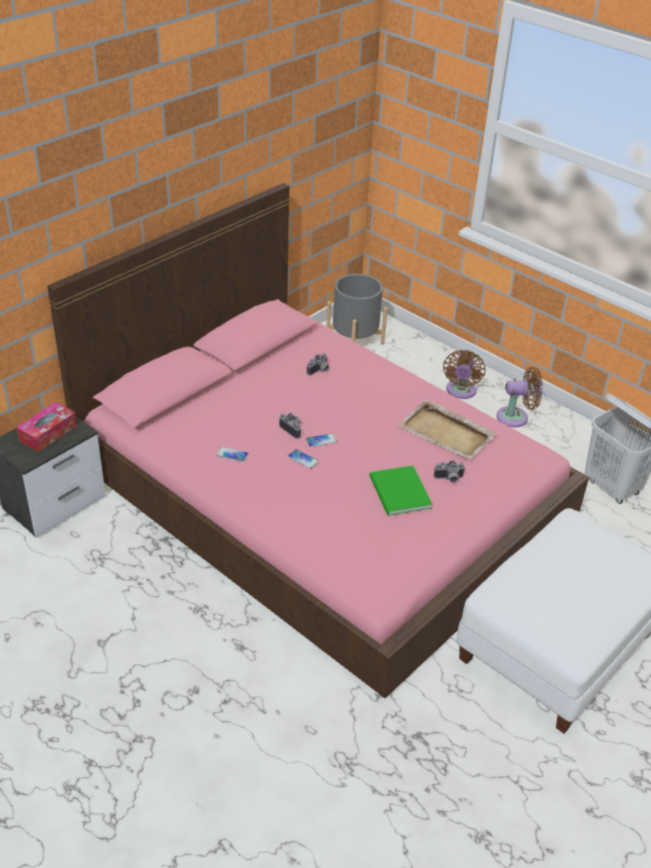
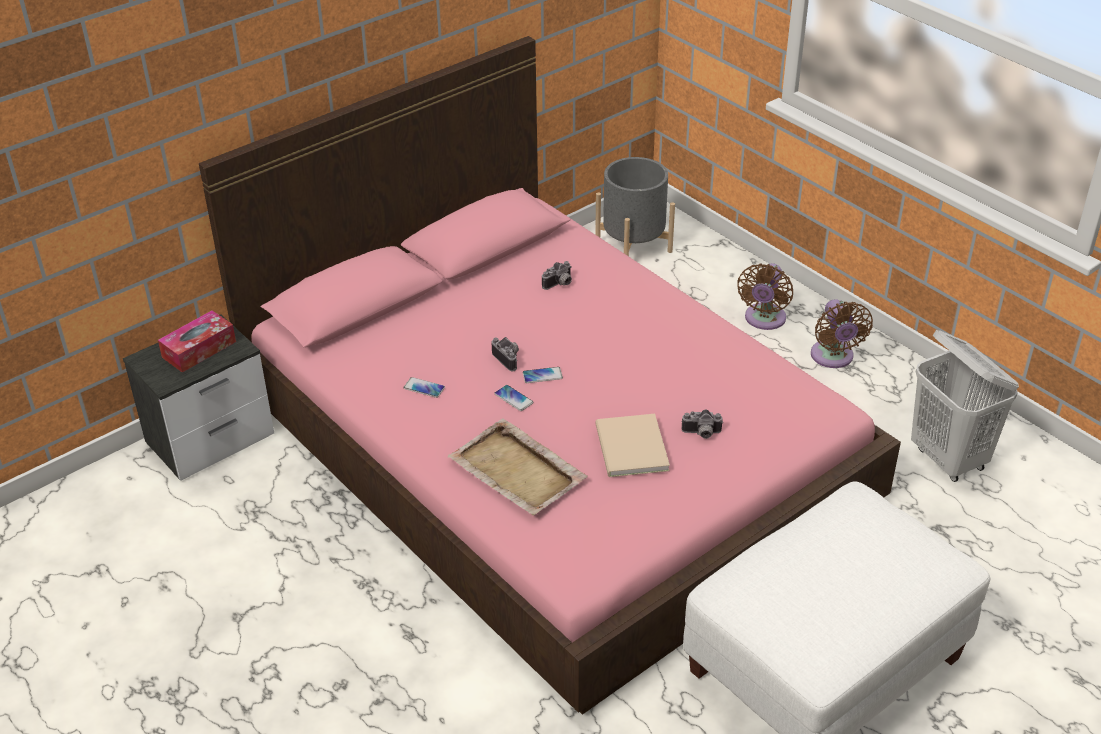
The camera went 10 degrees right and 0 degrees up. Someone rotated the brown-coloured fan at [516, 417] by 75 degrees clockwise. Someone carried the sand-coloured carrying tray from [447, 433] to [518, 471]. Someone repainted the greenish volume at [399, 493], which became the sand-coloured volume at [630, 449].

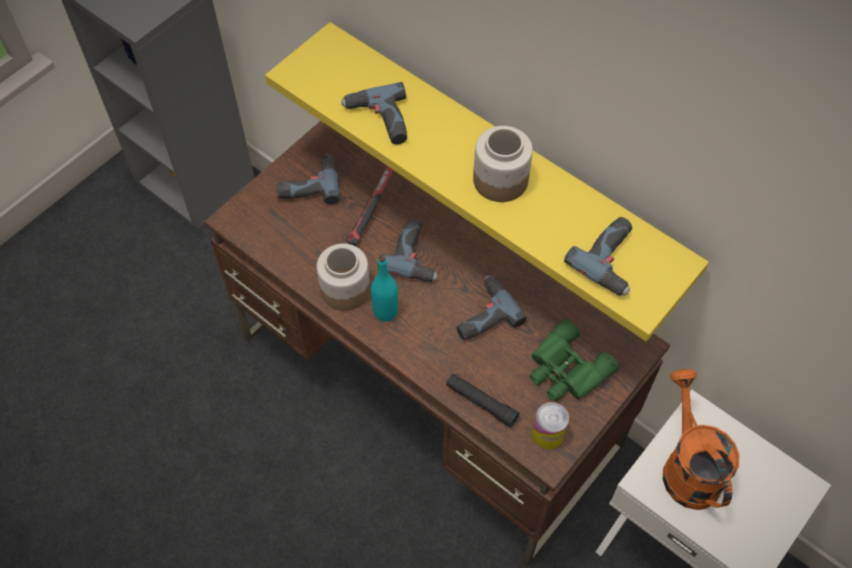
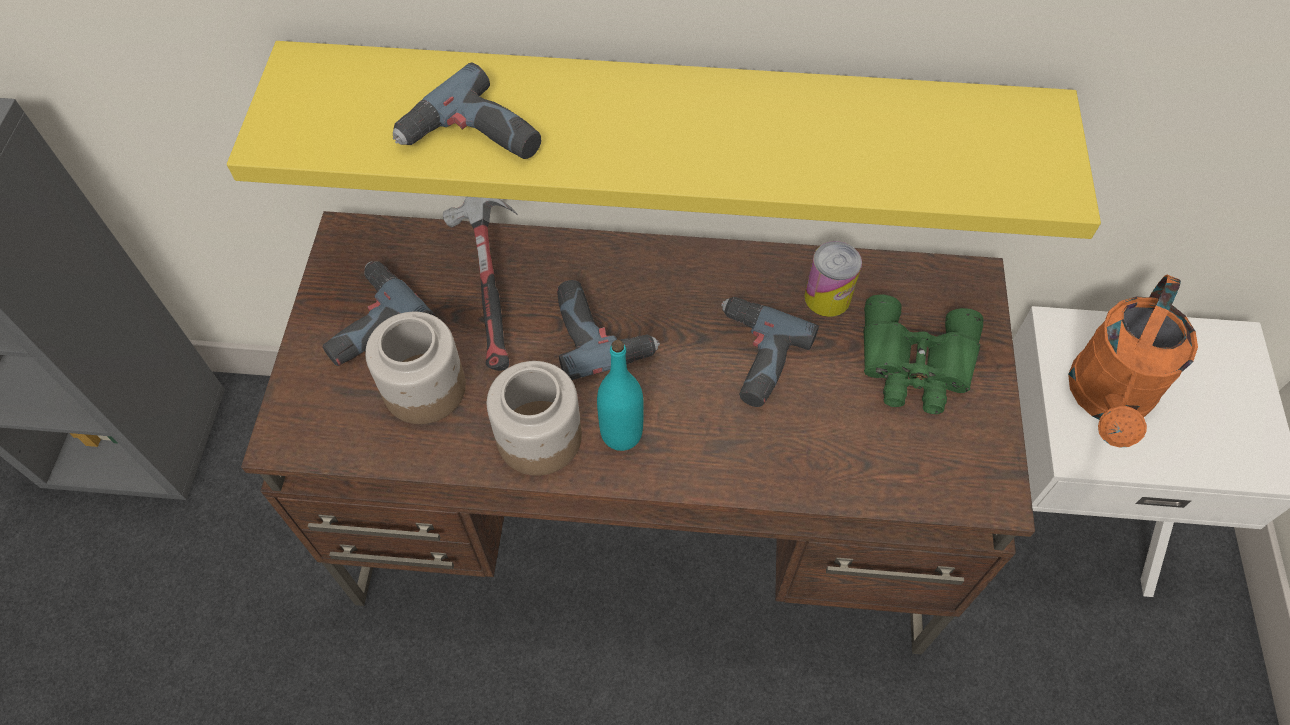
The camera went 35 degrees left and 0 degrees up. Someone carried the storage jar from [499, 180] to [424, 389]. Someone took away the electric drill at [613, 260]. Someone rotated the orangey watering pot at [687, 466] by 105 degrees counterclockwise. Someone took away the blackish hand torch at [481, 403]. Someone carried the metal can from [548, 434] to [827, 297].

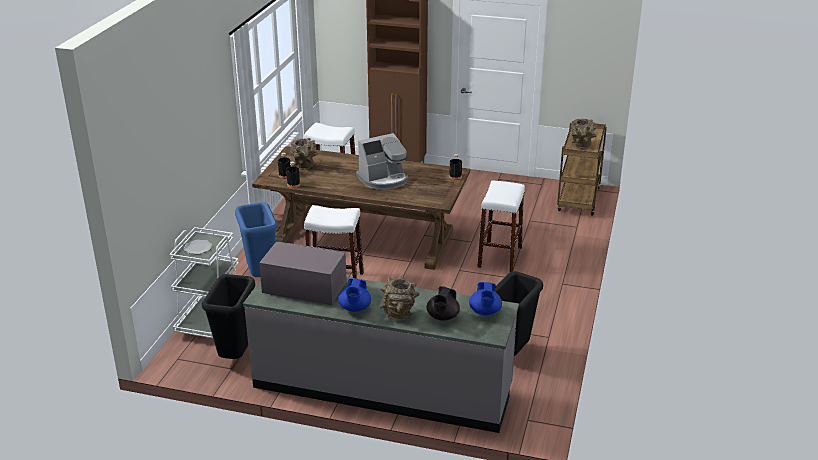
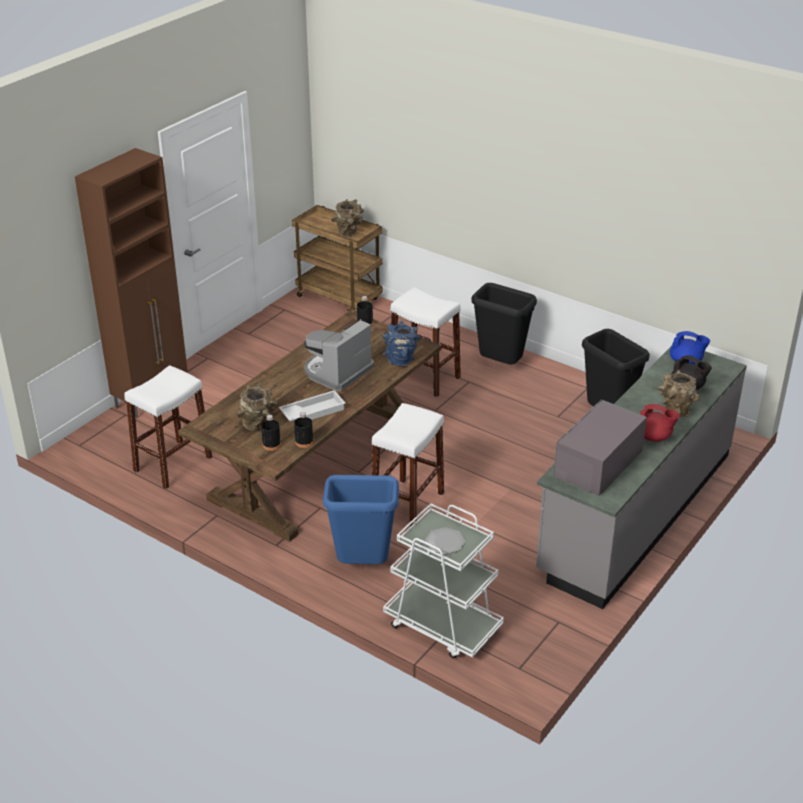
The camera went 70 degrees left and 5 degrees up. Someone rotated the coffee maker at [384, 179] by 135 degrees counterclockwise. Someone carried the blackish rubbish bin from [236, 357] to [501, 365]. Someone repainted the bluish tea pot at [355, 308], which became the reddish tea pot at [654, 437]. Someone put down the bluish vase at [401, 360]. Someone put down the whitish carrying tray at [312, 411].

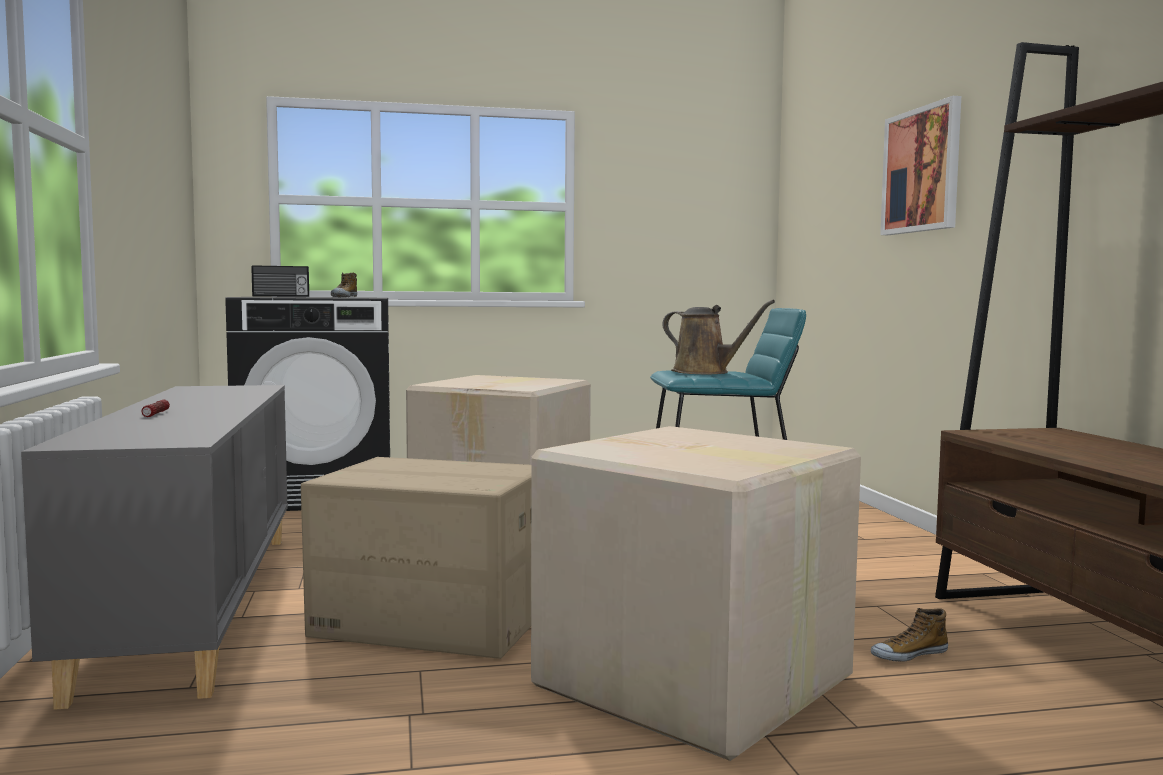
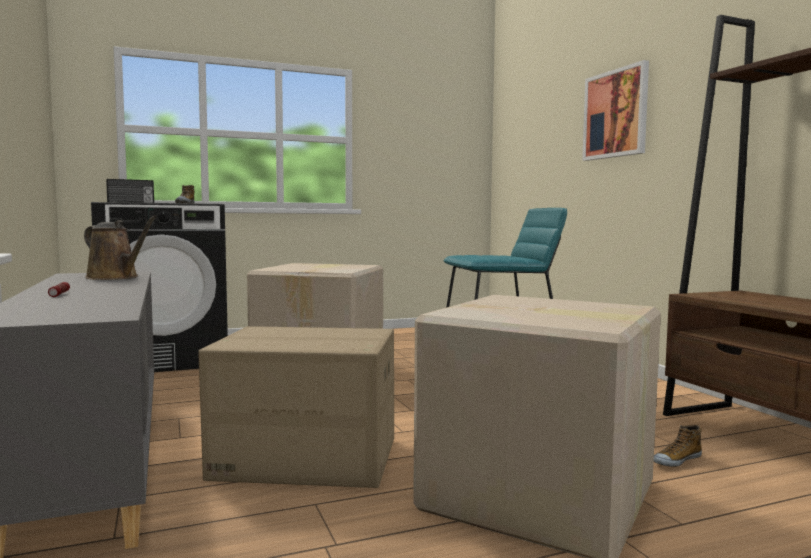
The camera went 10 degrees left and 0 degrees up. Someone carried the brown-coloured watering pot from [705, 372] to [115, 277].

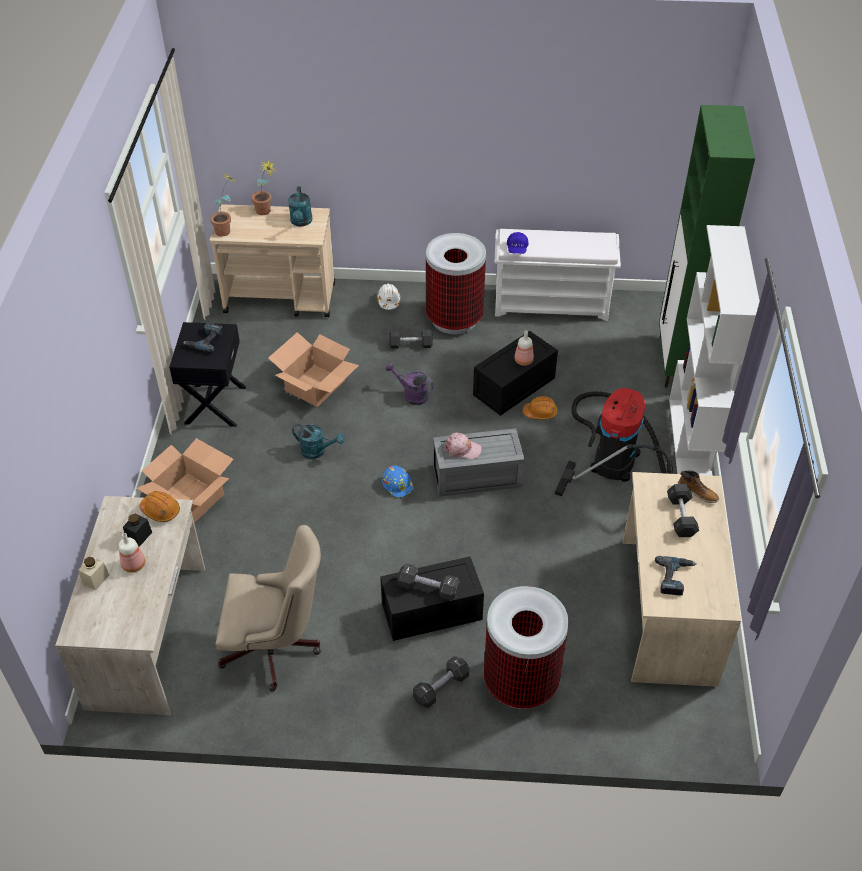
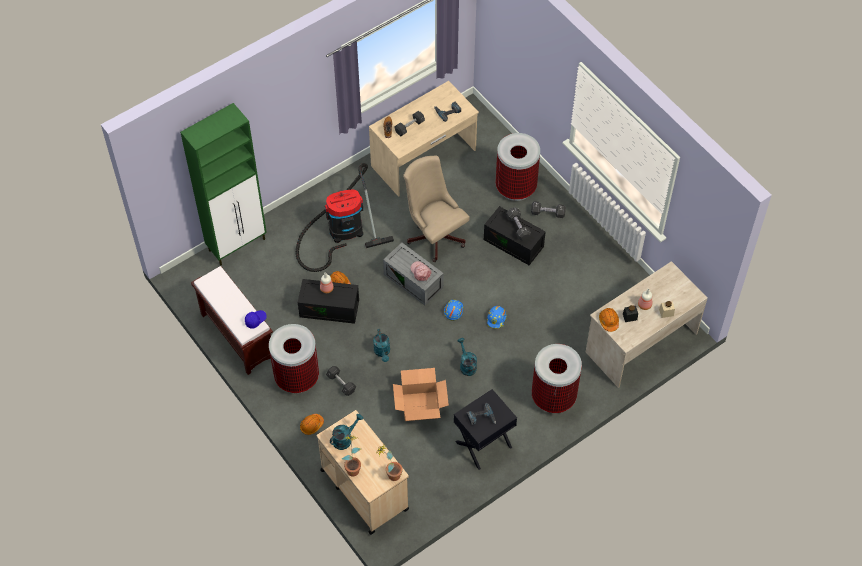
The camera went 130 degrees left and 10 degrees up. Someone took away the whitish bookshelf at [691, 443]. Someone repainted the whitish long seat at [552, 304], which became the brown-coloured long seat at [236, 335]. Someone repainted the whitish work helmet at [388, 301], which became the orangey work helmet at [311, 425]. Someone repainted the purple-coloured watering pot at [411, 395], which became the blue-green watering pot at [382, 352]. Someone swapped the packing box at [191, 497] for the rubbish bin at [553, 397]. Someone carried the sand-coloured office chair from [276, 648] to [434, 234]. Someone put down the bluish work helmet at [496, 319].

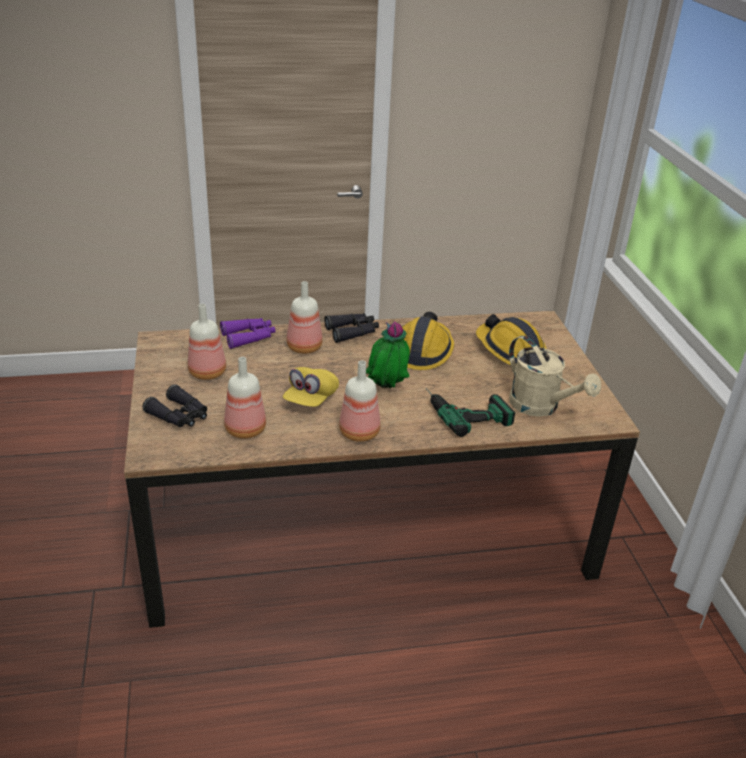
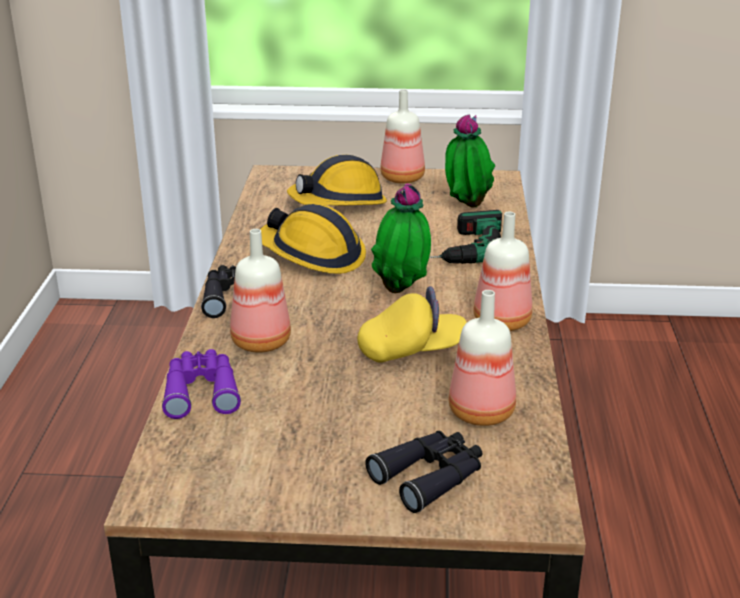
The camera went 75 degrees left and 5 degrees down. Someone carried the drink bottle from [209, 373] to [402, 178]. Someone swapped the sand-coloured watering pot at [541, 407] for the plant in a pot at [466, 207]. Someone rotated the yellow-coloured peaked cap at [311, 399] by 45 degrees counterclockwise.

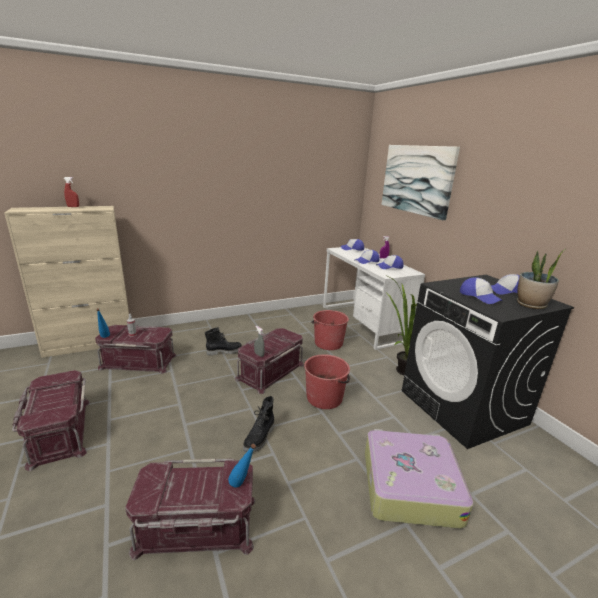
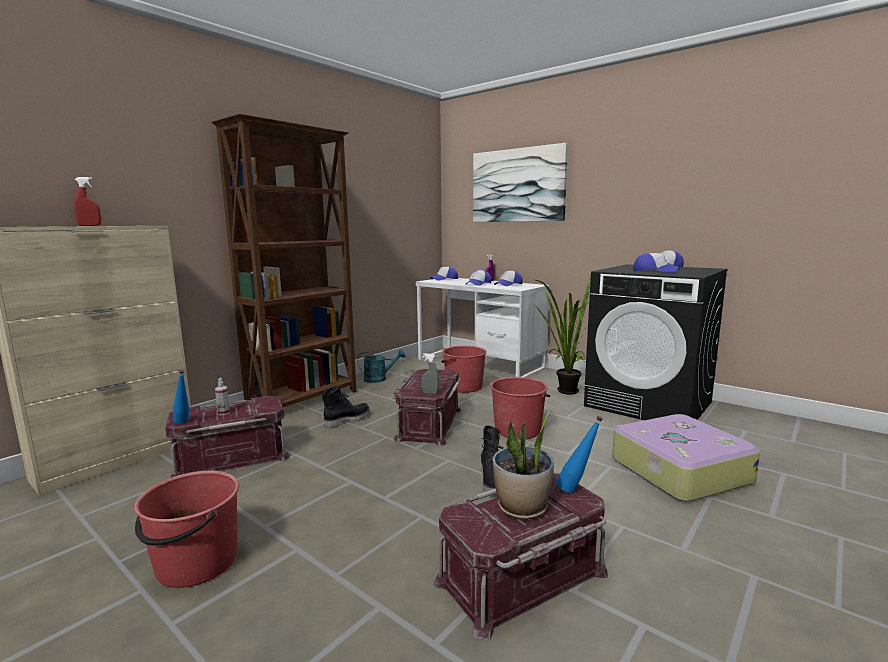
The camera went 25 degrees left and 10 degrees down. Someone carried the plant in a pot from [531, 305] to [522, 508]. Someone swapped the reddish storage container at [59, 432] for the reddish bucket at [196, 563]. Someone put down the brown-coloured bookshelf at [305, 401]. Someone put down the blue-green watering pot at [379, 379].

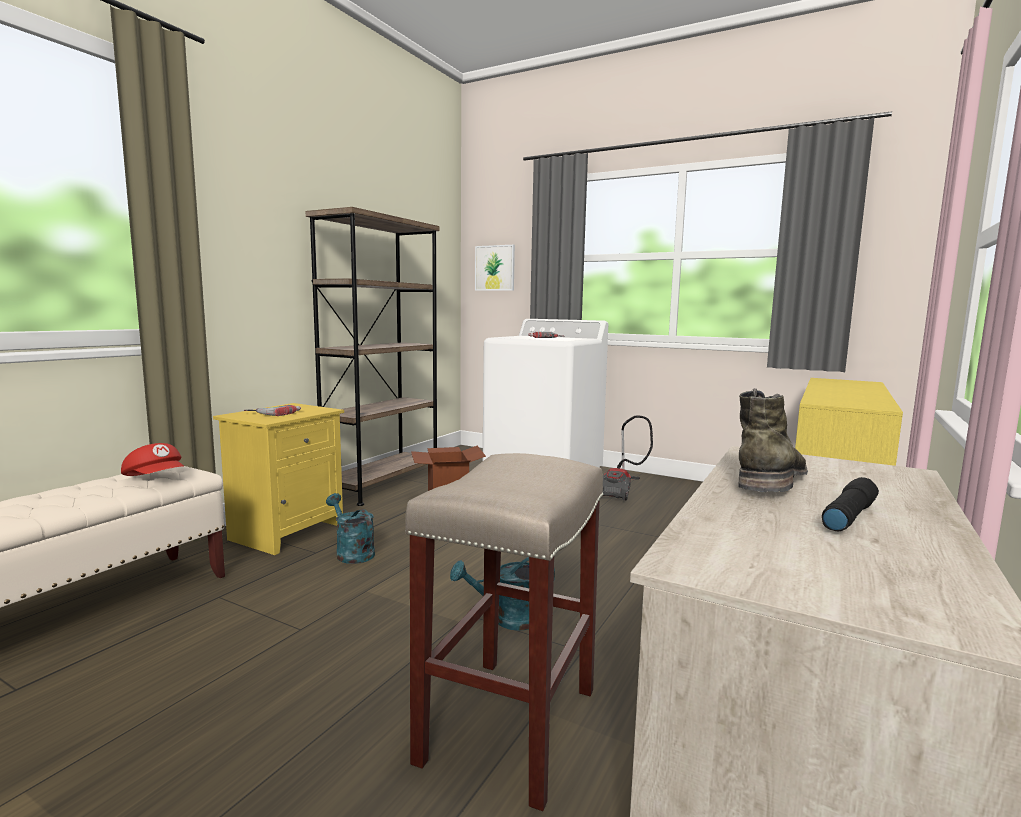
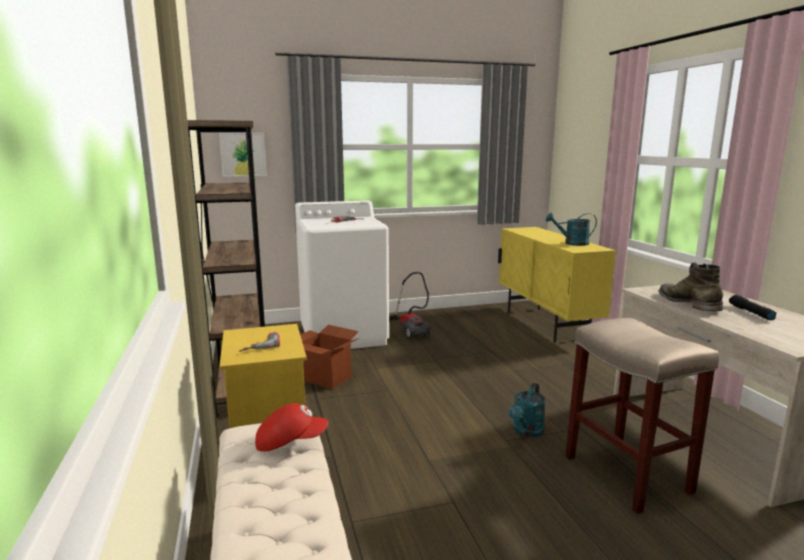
The camera went 45 degrees left and 5 degrees up. Someone carried the blue-green watering pot from [351, 552] to [572, 243].

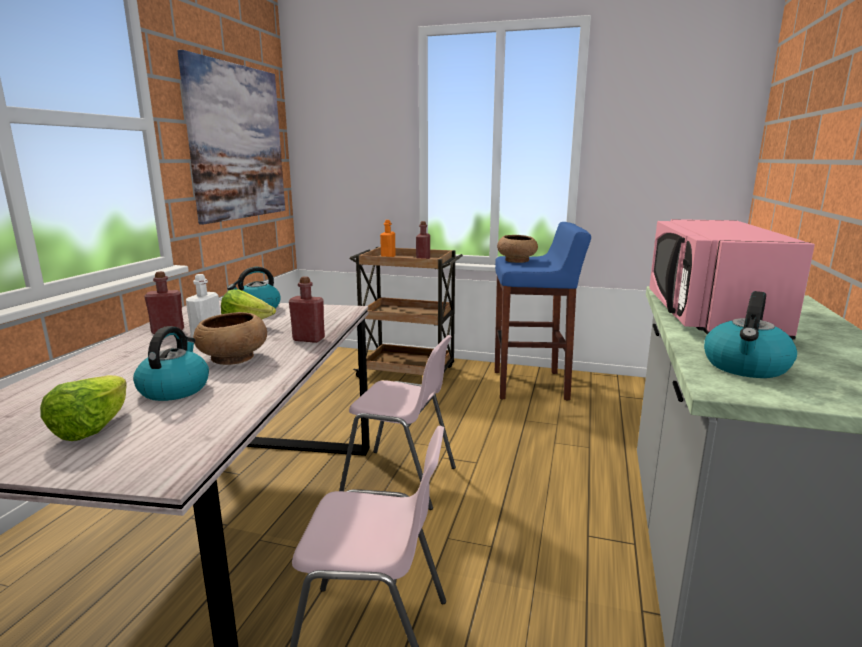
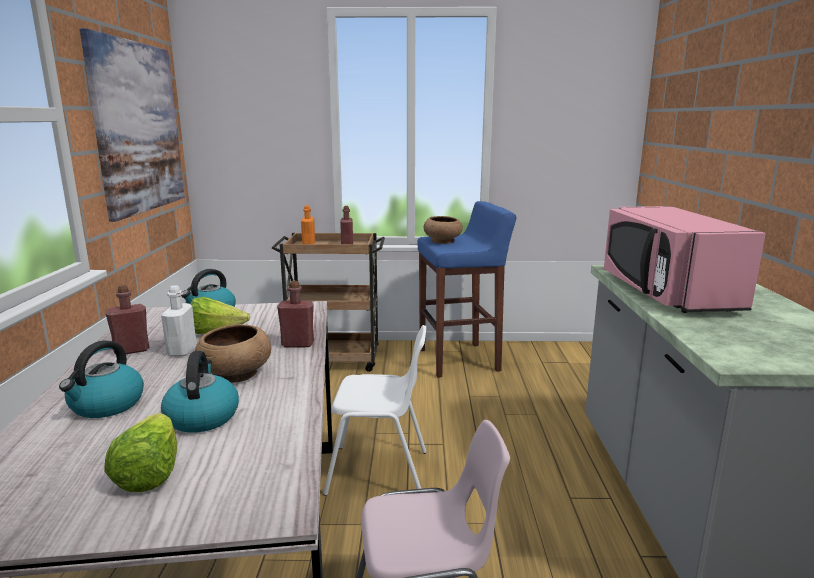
The camera went 15 degrees left and 0 degrees up. Someone carried the water kettle from [746, 367] to [106, 405]. Someone repainted the pink-coloured upright chair at [401, 480], which became the whitish upright chair at [379, 472].

